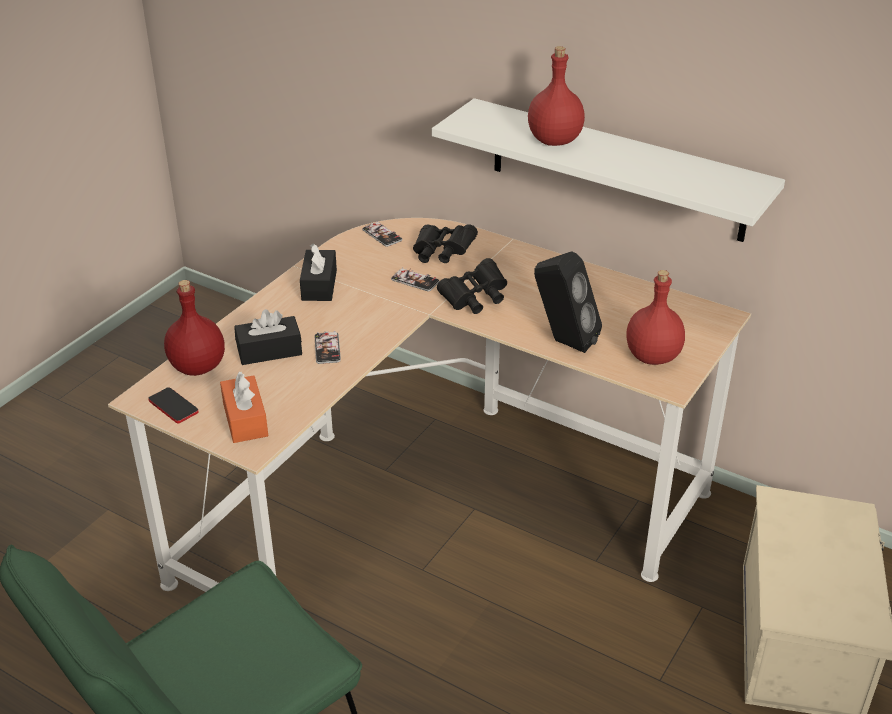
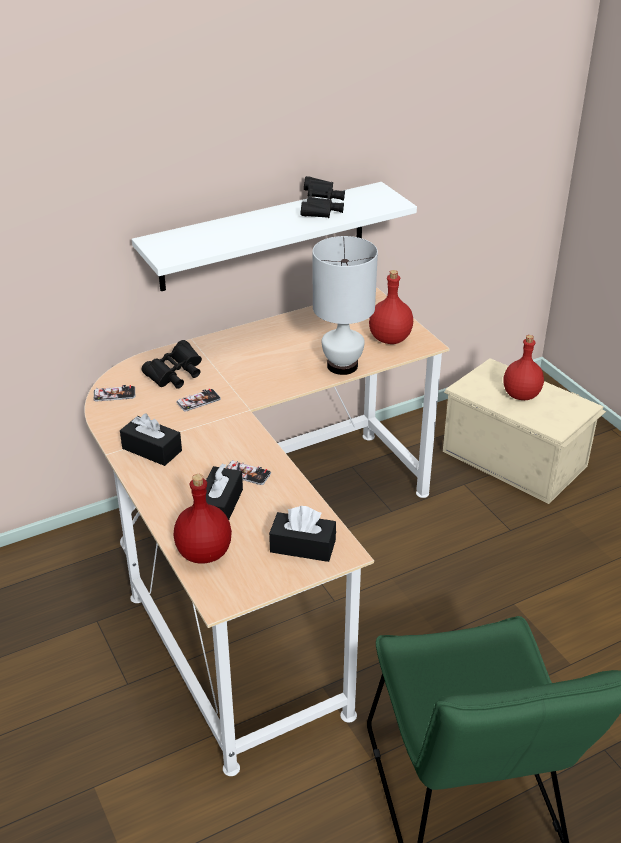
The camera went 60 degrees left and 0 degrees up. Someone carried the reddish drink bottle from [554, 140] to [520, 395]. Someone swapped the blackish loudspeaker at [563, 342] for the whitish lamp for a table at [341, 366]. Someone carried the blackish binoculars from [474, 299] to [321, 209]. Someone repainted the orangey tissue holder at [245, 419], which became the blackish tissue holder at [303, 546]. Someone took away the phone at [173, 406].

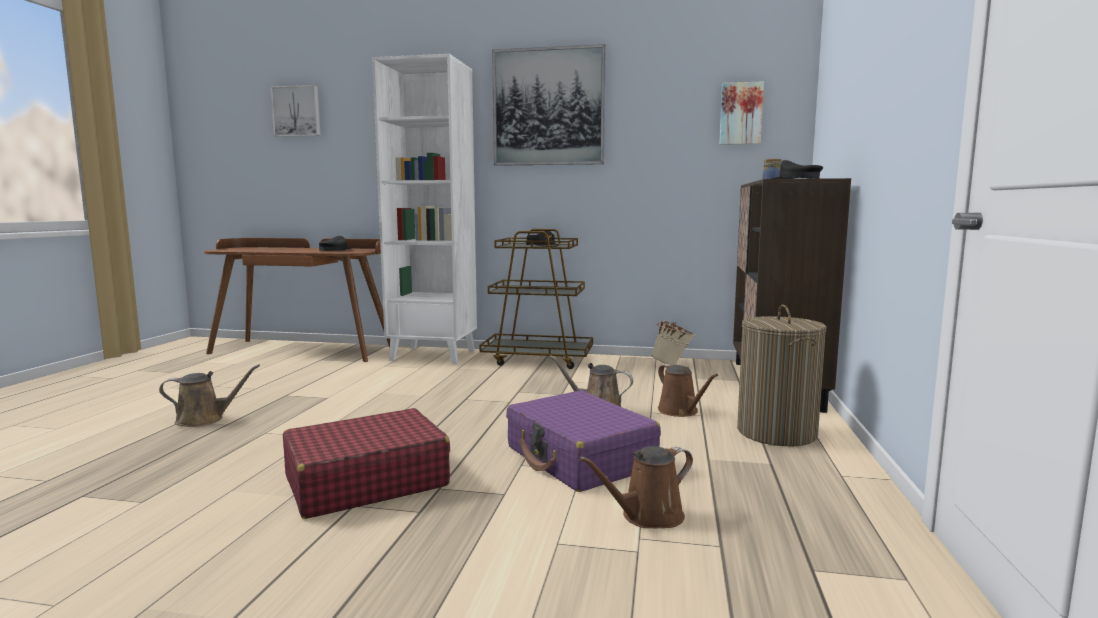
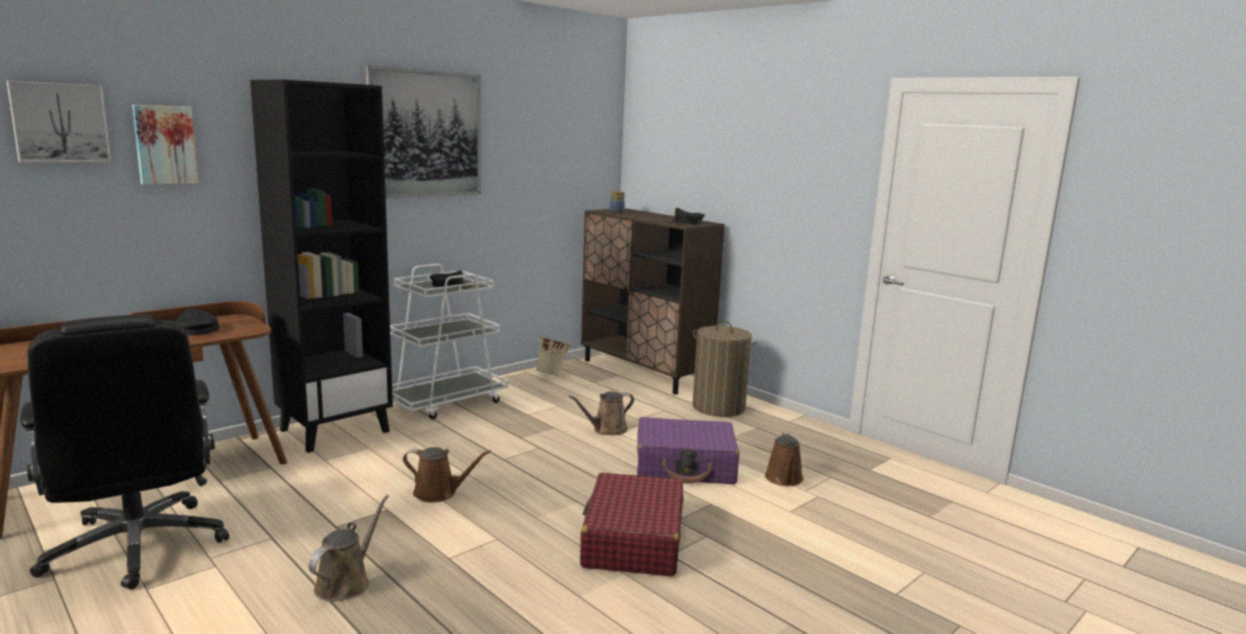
The camera went 55 degrees left and 5 degrees up. Someone repainted the whitish bookshelf at [434, 355], which became the blackish bookshelf at [335, 430]. Someone carried the picture from [740, 114] to [165, 145]. Someone repainted the brown-coloured trolley at [538, 359], which became the whitish trolley at [446, 402]. Someone carried the brown-coloured watering pot from [680, 411] to [439, 493]. Someone put down the blackish office chair at [137, 547].

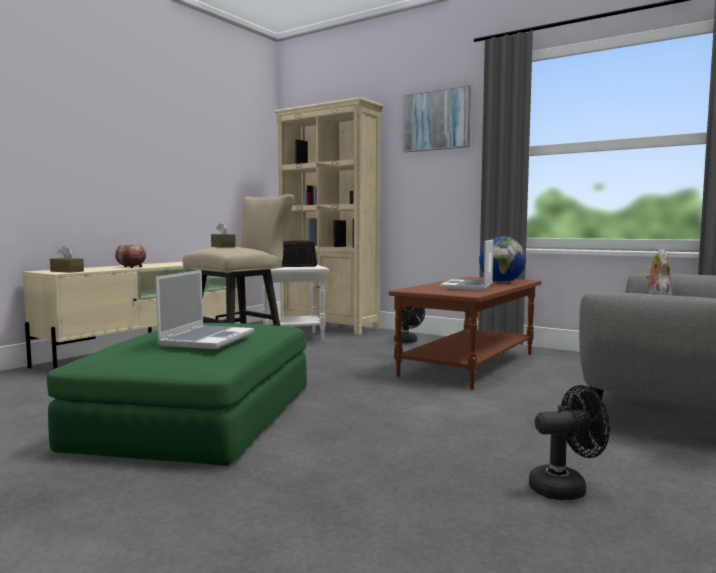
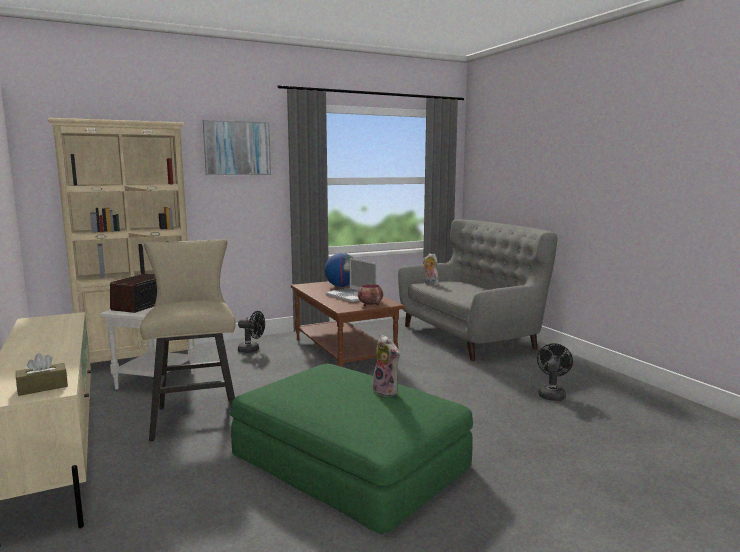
The camera went 60 degrees left and 5 degrees up. Someone took away the brown-coloured tissue holder at [223, 246]. Someone carried the bowl from [131, 267] to [371, 305]. Someone swapped the notebook computer at [207, 339] for the cuddly toy at [387, 391].

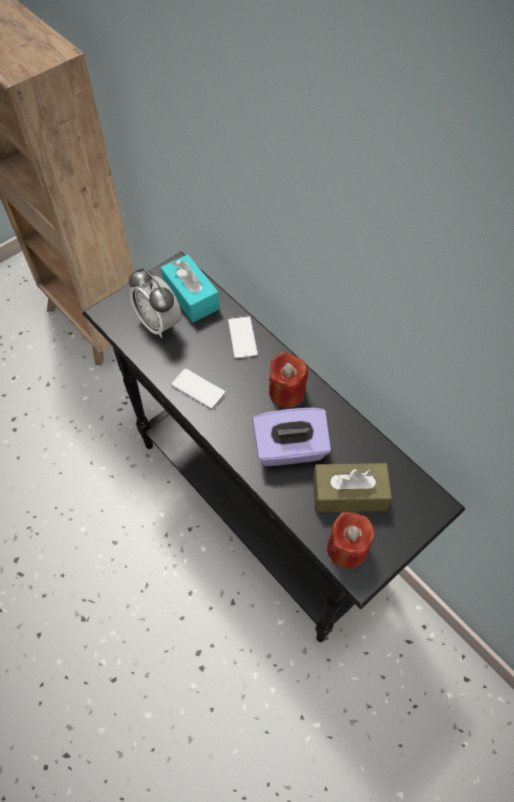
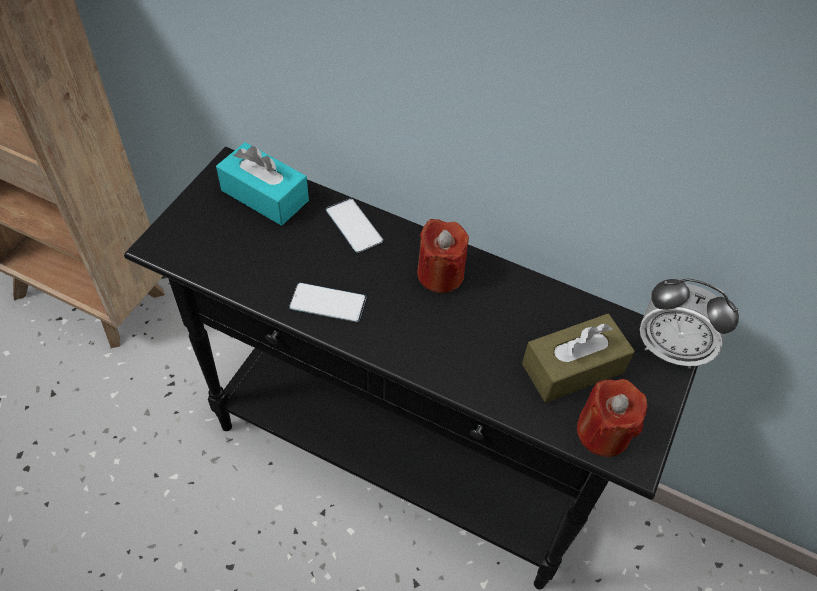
The camera went 25 degrees left and 5 degrees down. Someone carried the alarm clock from [159, 323] to [670, 349]. Someone took away the purple-coloured tissue holder at [290, 449].

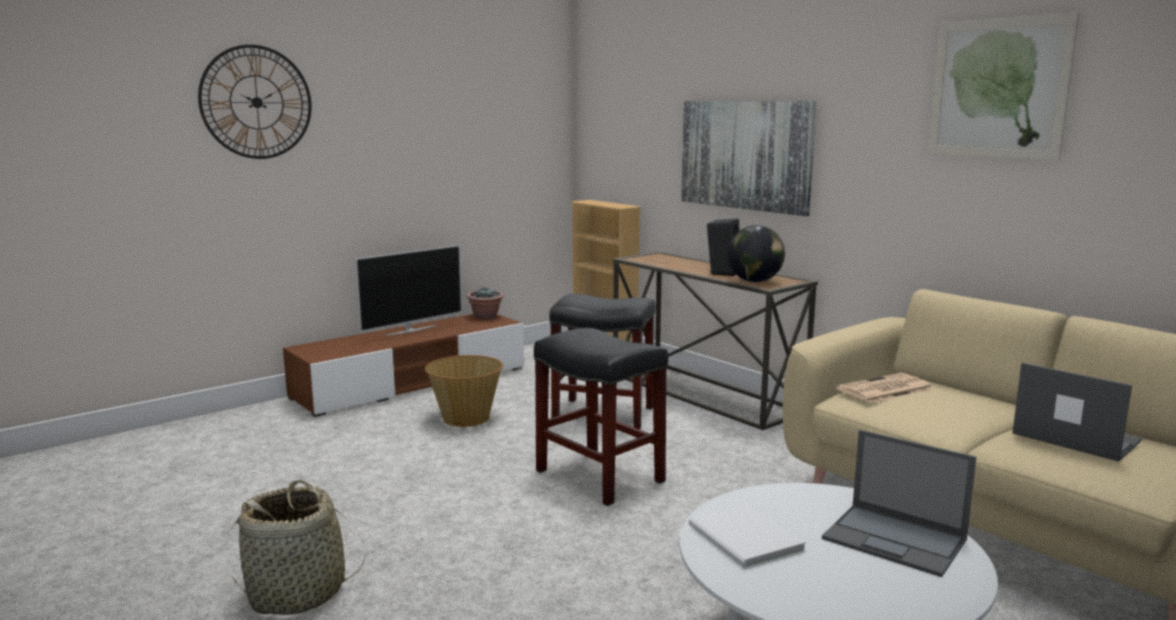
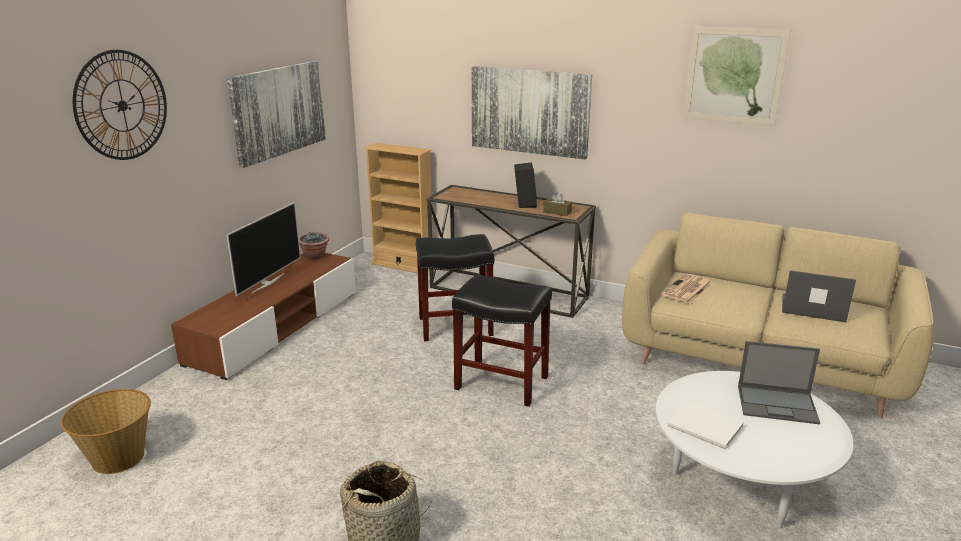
The camera went 25 degrees left and 10 degrees up. Someone swapped the globe at [754, 281] for the brown-coloured tissue holder at [557, 212]. Someone carried the household basket from [466, 418] to [118, 458]. Someone put up the picture at [279, 111].

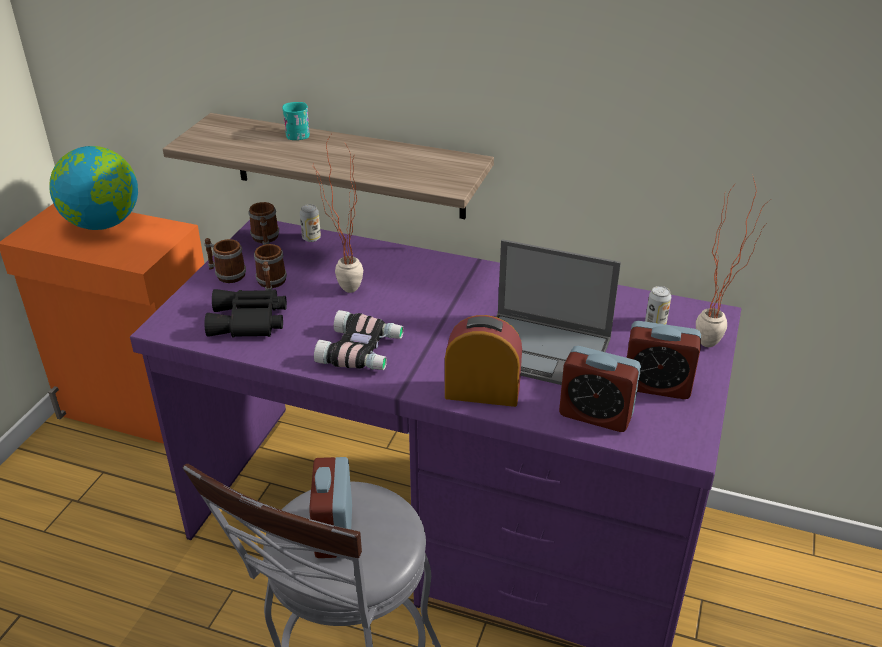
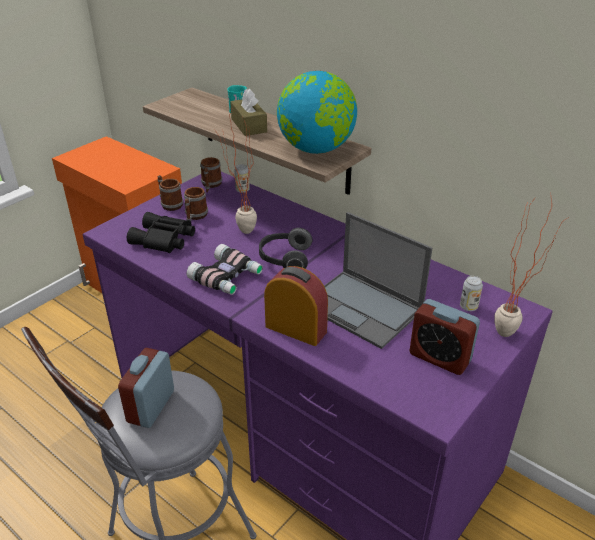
The camera went 20 degrees right and 0 degrees up. Someone carried the globe from [103, 224] to [316, 149]. Someone took away the alarm clock at [595, 415]. Someone put down the brown-coloured tissue holder at [249, 125]. Someone put down the headset at [284, 259].

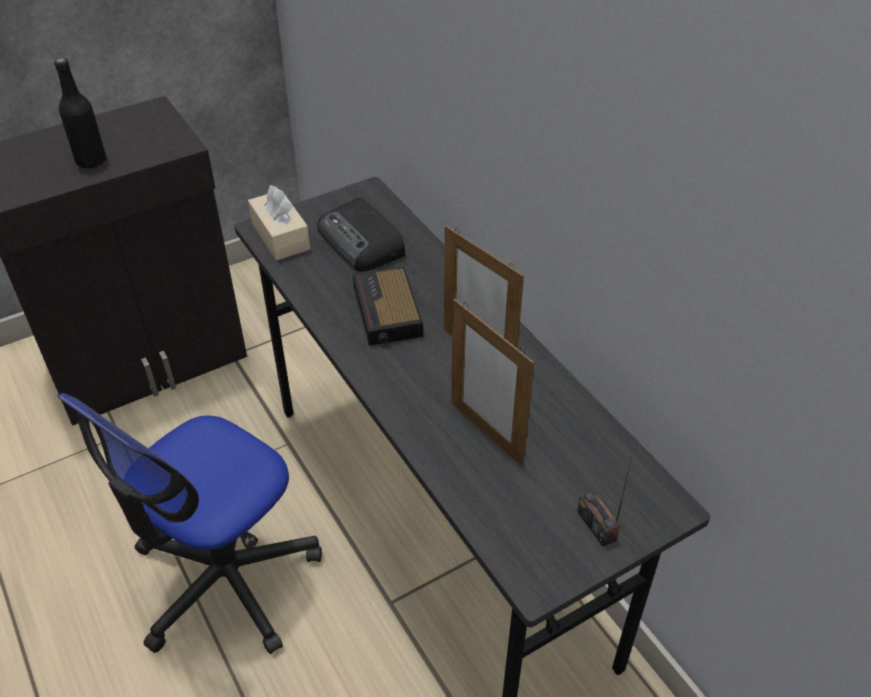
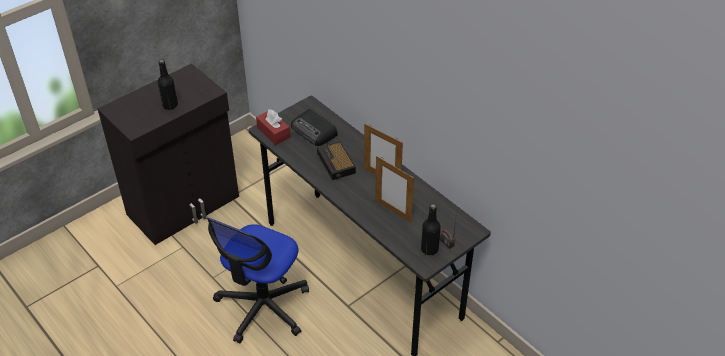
The camera went 10 degrees left and 0 degrees up. Someone repainted the sand-coloured tissue holder at [280, 236], which became the reddish tissue holder at [273, 132]. Someone put down the blackish drink bottle at [429, 249].

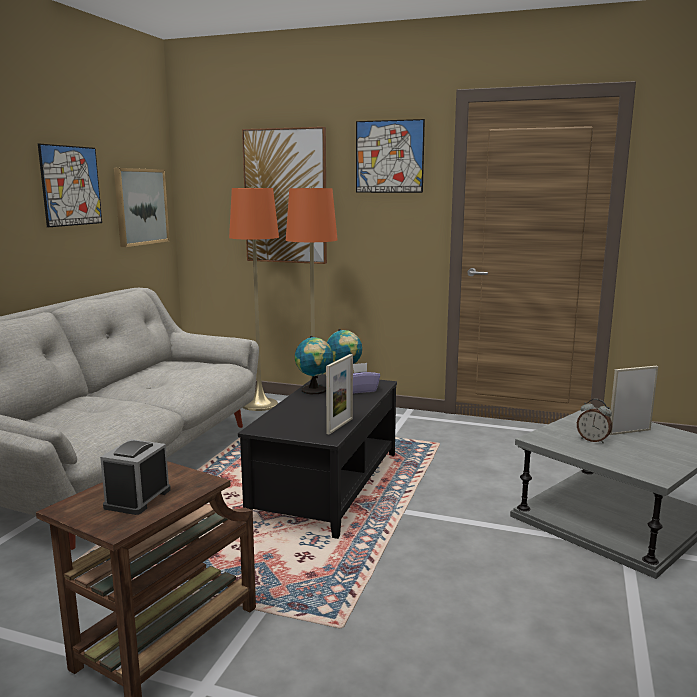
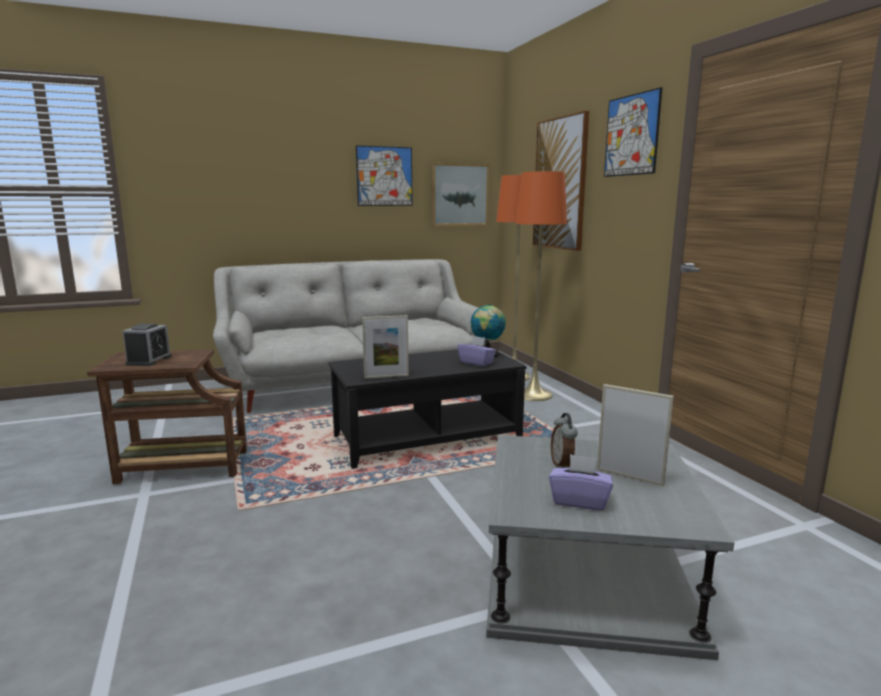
The camera went 50 degrees right and 0 degrees up. Someone took away the globe at [314, 391]. Someone rotated the alarm clock at [138, 498] by 120 degrees clockwise. Someone put down the purple-coloured tissue holder at [579, 501].

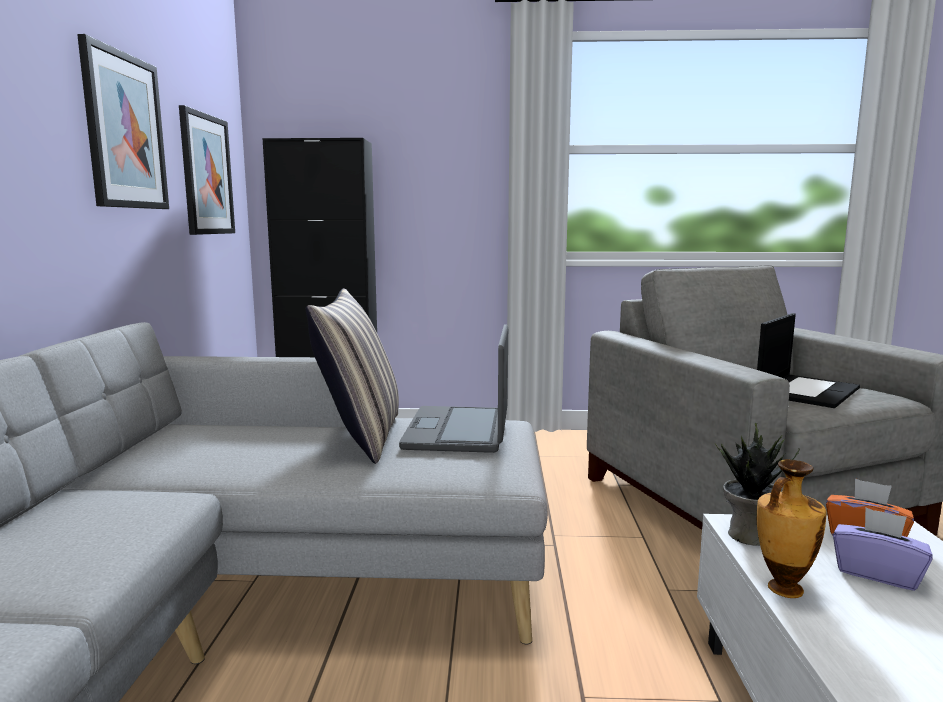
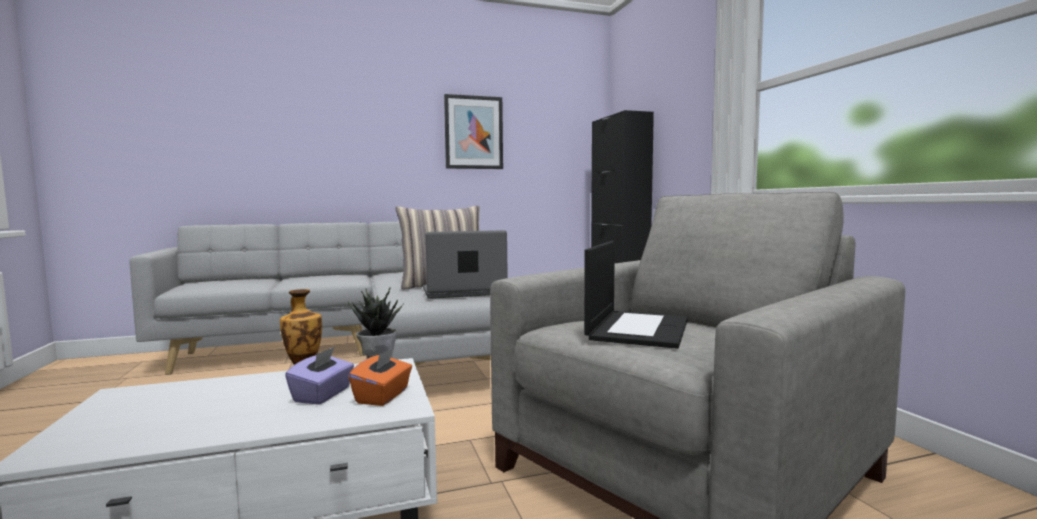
The camera went 70 degrees right and 5 degrees down. Someone took away the picture at [206, 175]. Someone rotated the notebook computer at [806, 391] by 90 degrees counterclockwise.

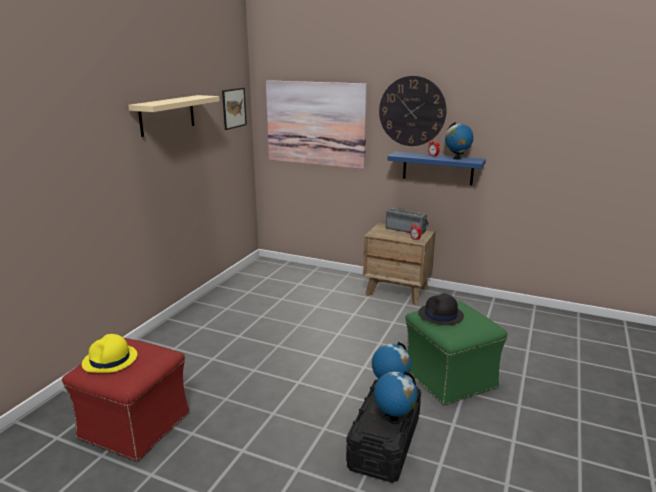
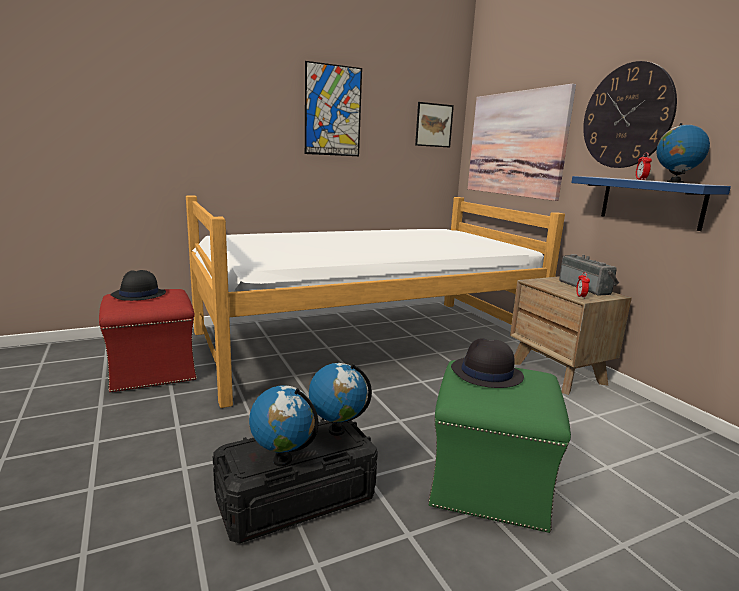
The camera went 40 degrees right and 5 degrees down. Someone swapped the sand-coloured wall shelf at [167, 115] for the picture at [333, 111]. Someone repainted the yellow-coloured clothing hat at [110, 360], which became the blackish clothing hat at [138, 295]. Someone put down the bed at [368, 342].

